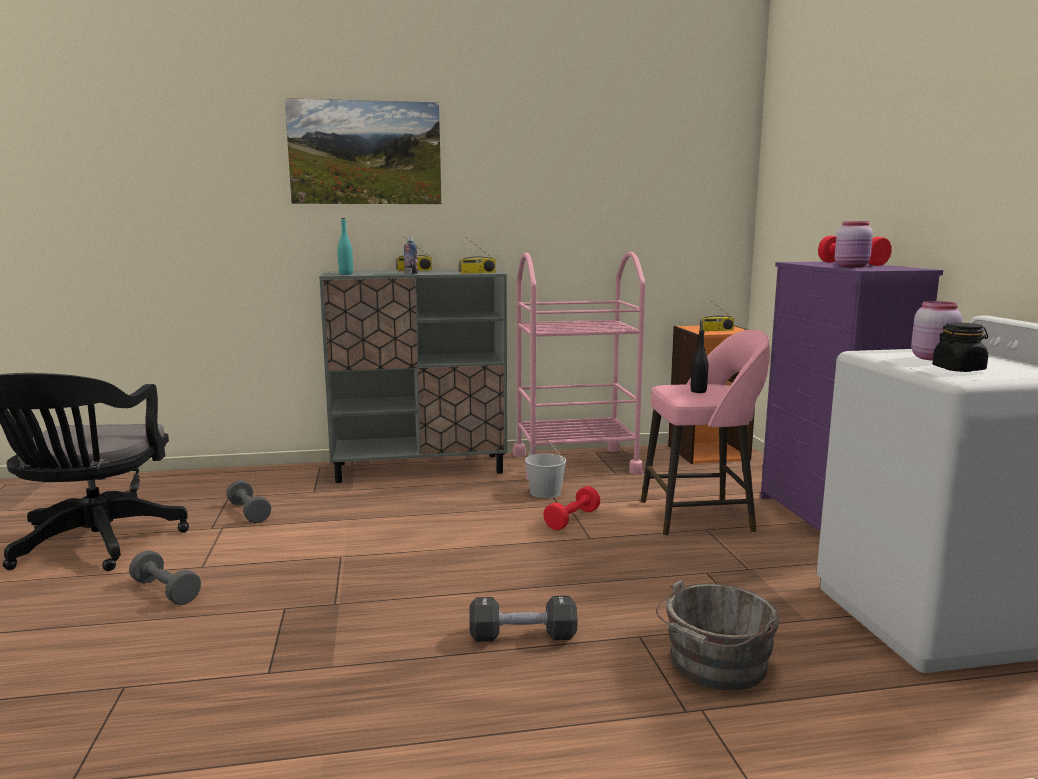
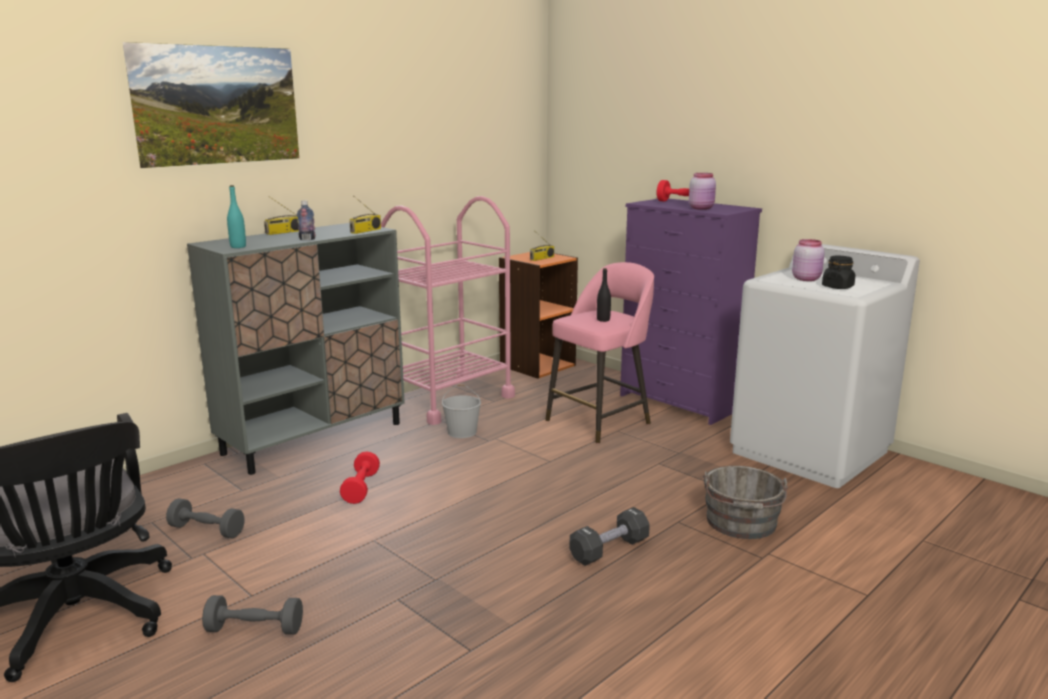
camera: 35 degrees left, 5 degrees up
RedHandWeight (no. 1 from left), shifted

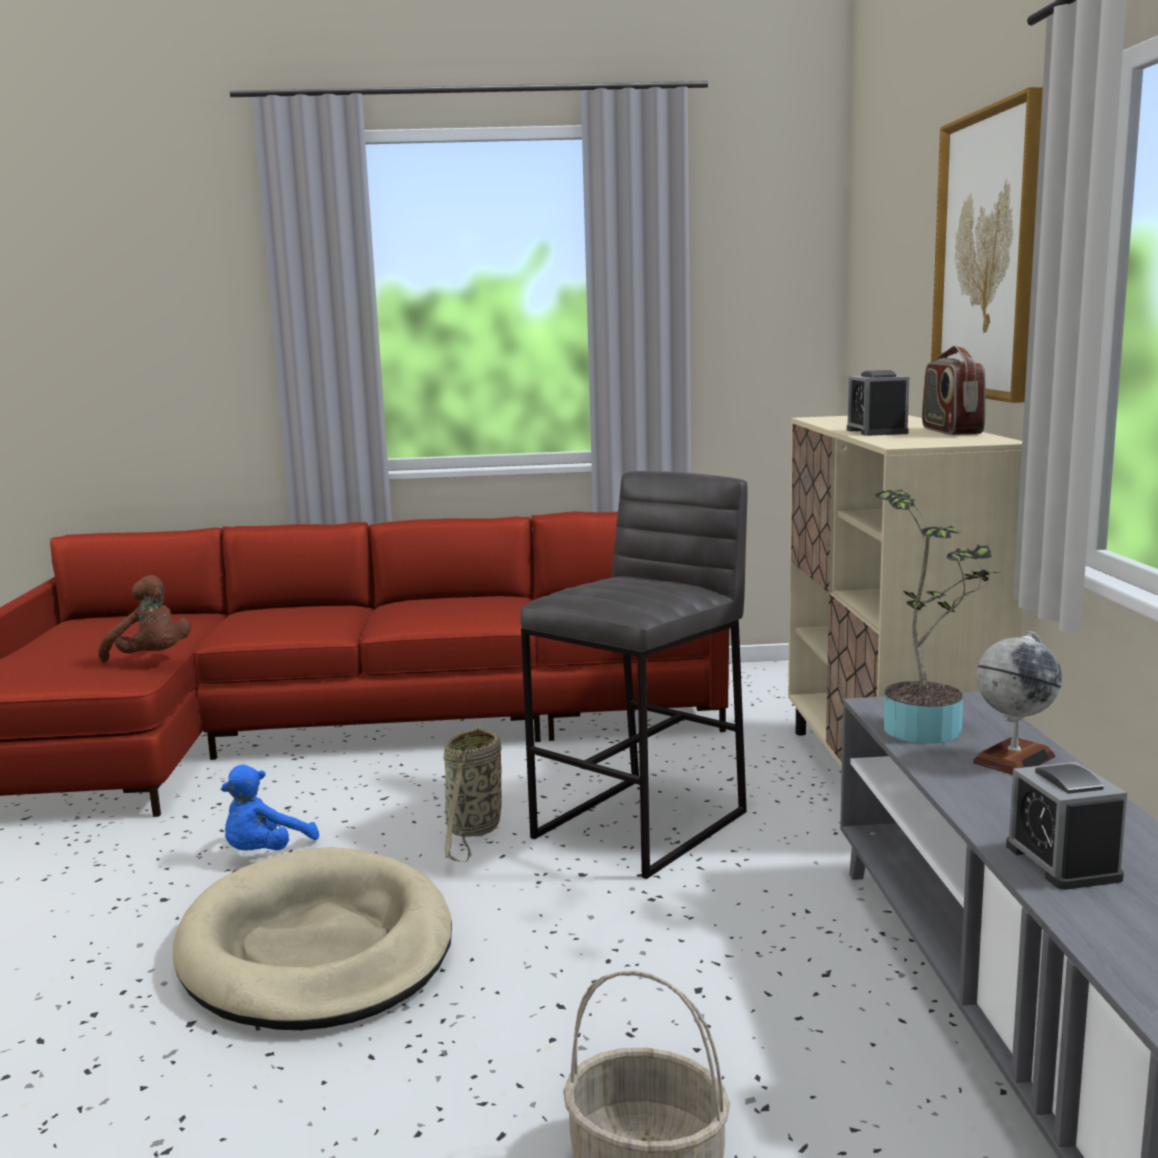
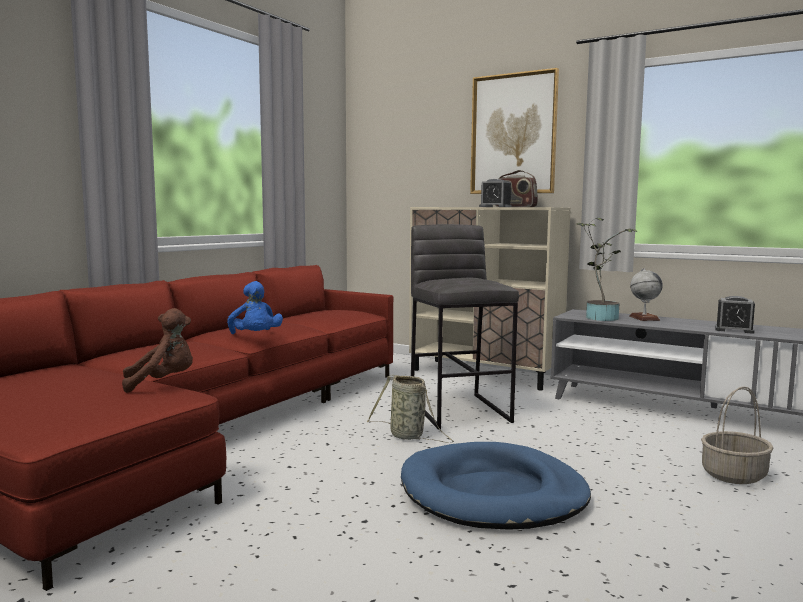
camera: 55 degrees left, 5 degrees down
BluishCuddlyToy, shifted
BeigeDogCushion -> BluishDogCushion

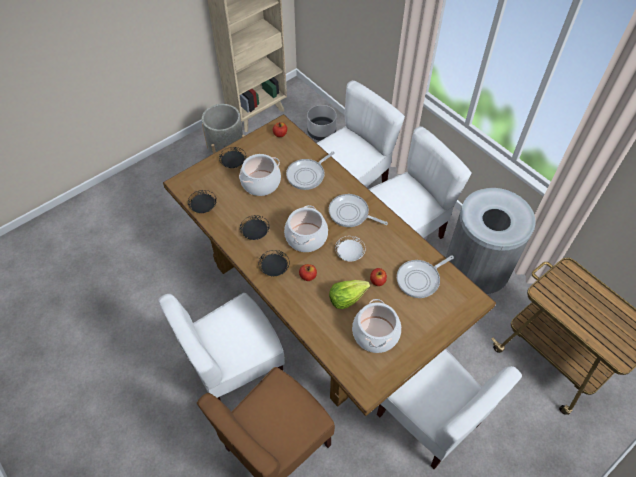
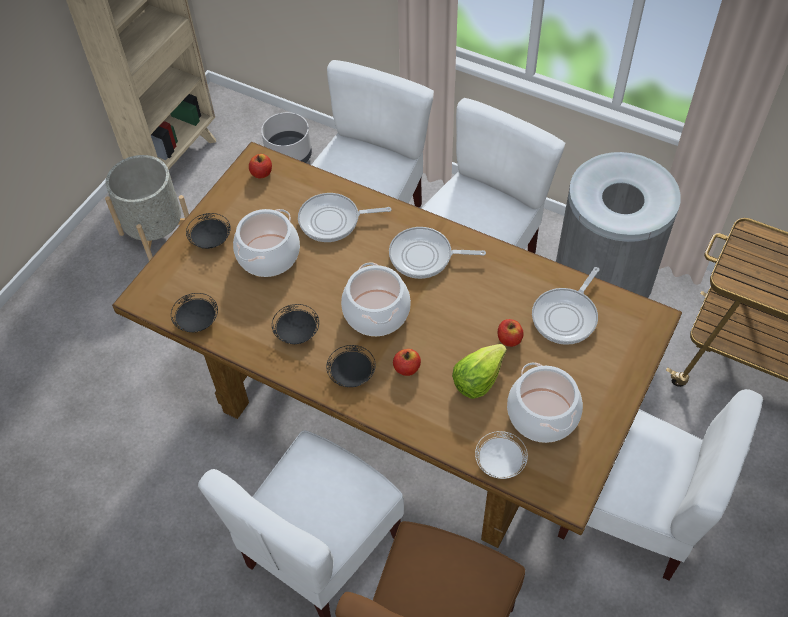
camera: 20 degrees left, 0 degrees up
FryingPan (no. 1 from left), 60 degrees clockwise
WhitishPlate, shifted

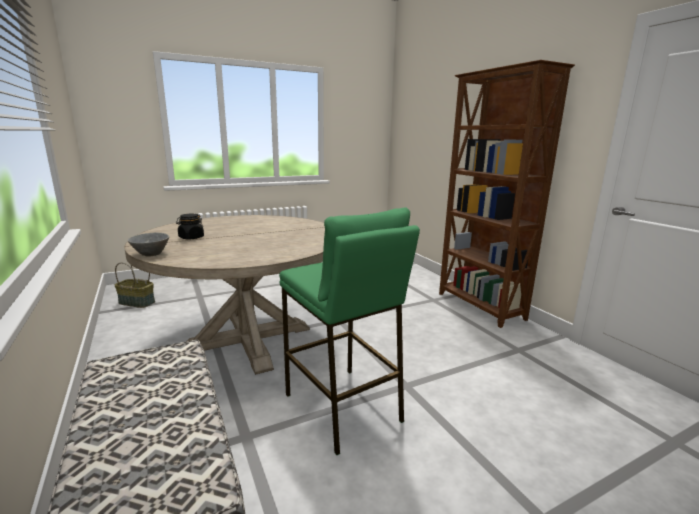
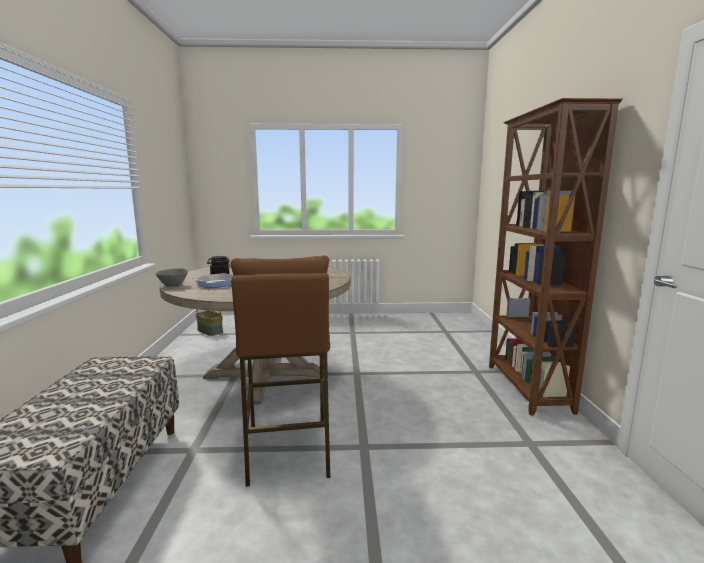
camera: 25 degrees right, 5 degrees down
GreenColouredStool -> BrownStool
none -> FryingPan

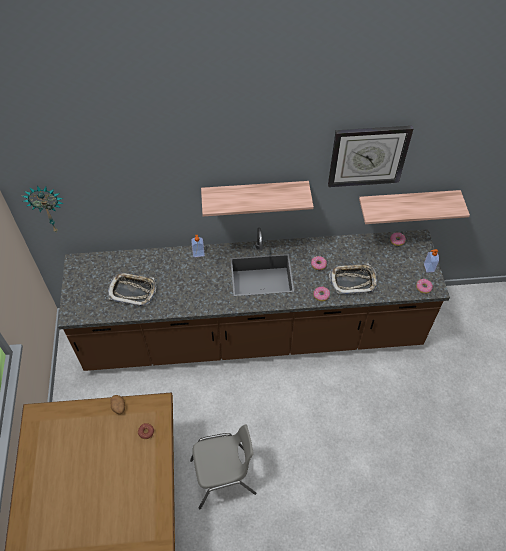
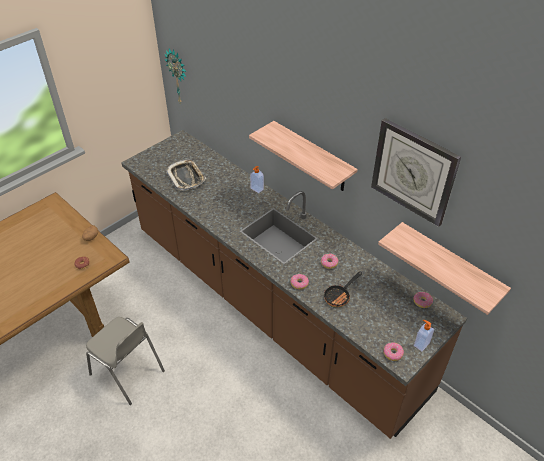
camera: 50 degrees right, 10 degrees down
Tray (no. 2 from left) -> FryingPan

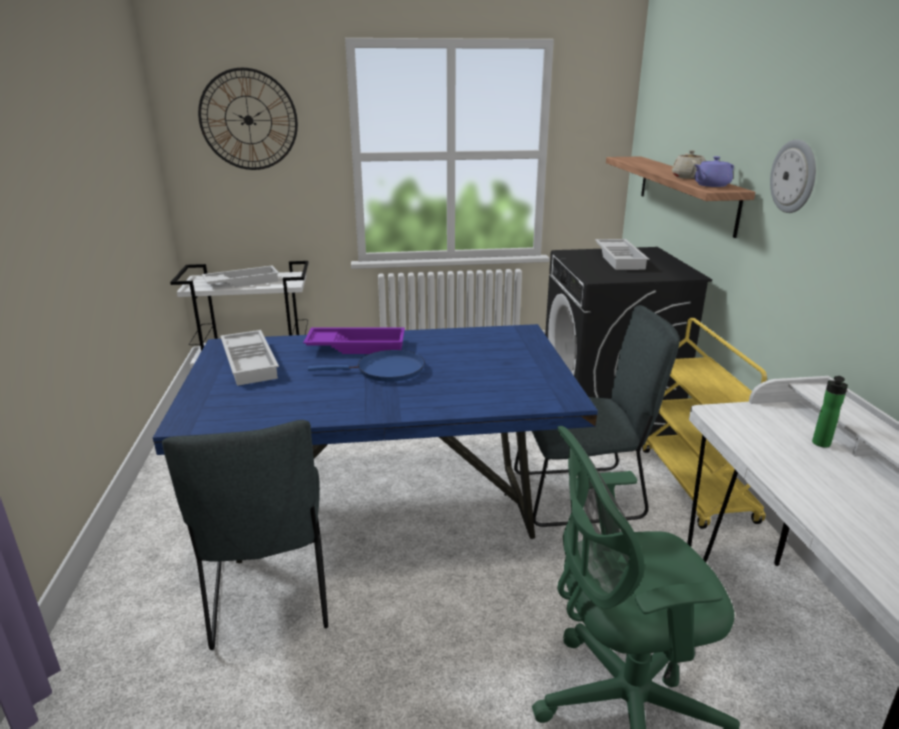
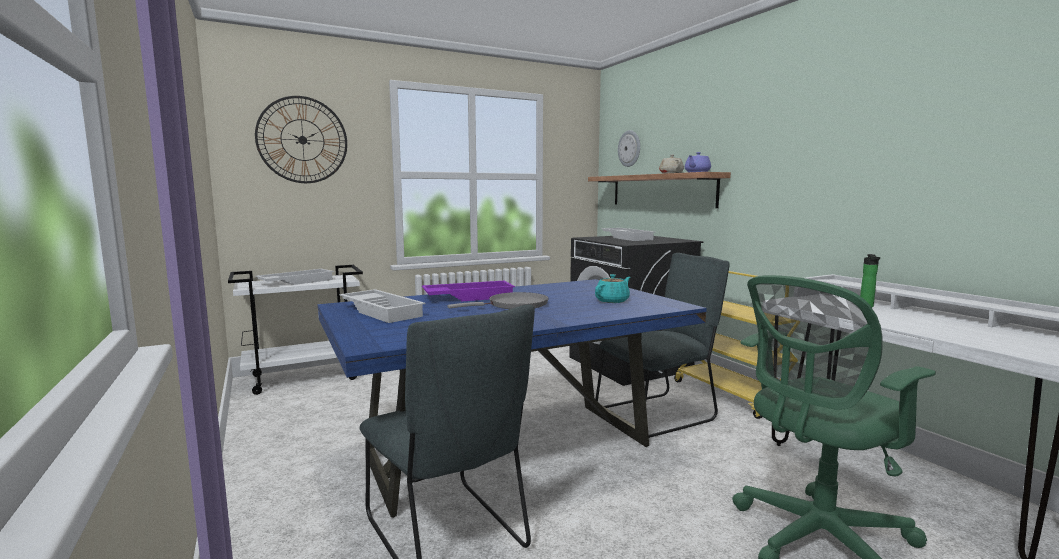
camera: 20 degrees left, 15 degrees down
ClockOnTheWall (no. 2 from left), shifted
BluishFryingPan -> GreyFryingPan
none -> TurquoiseColouredPotForTea

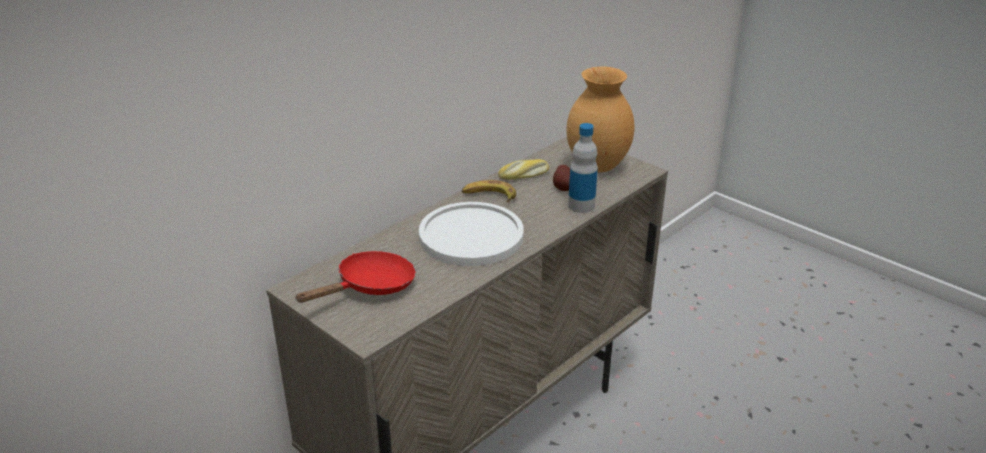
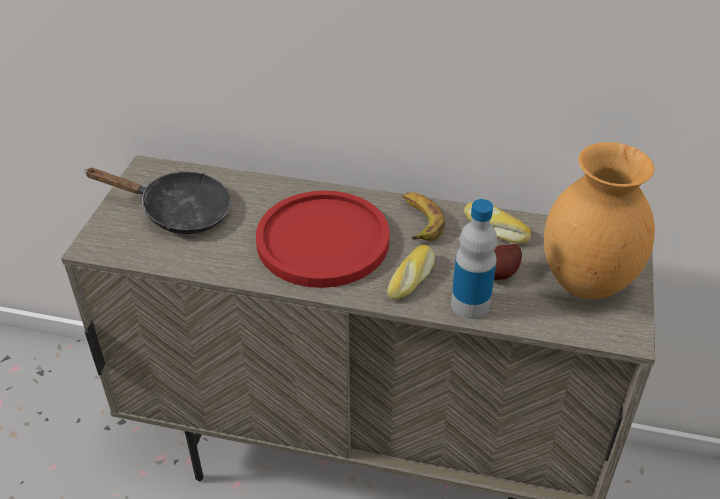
camera: 60 degrees right, 10 degrees up
WhitishPlate -> RedPlate
RedFryingPan -> BlackFryingPan
none -> BakeryBread (no. 1 from left)

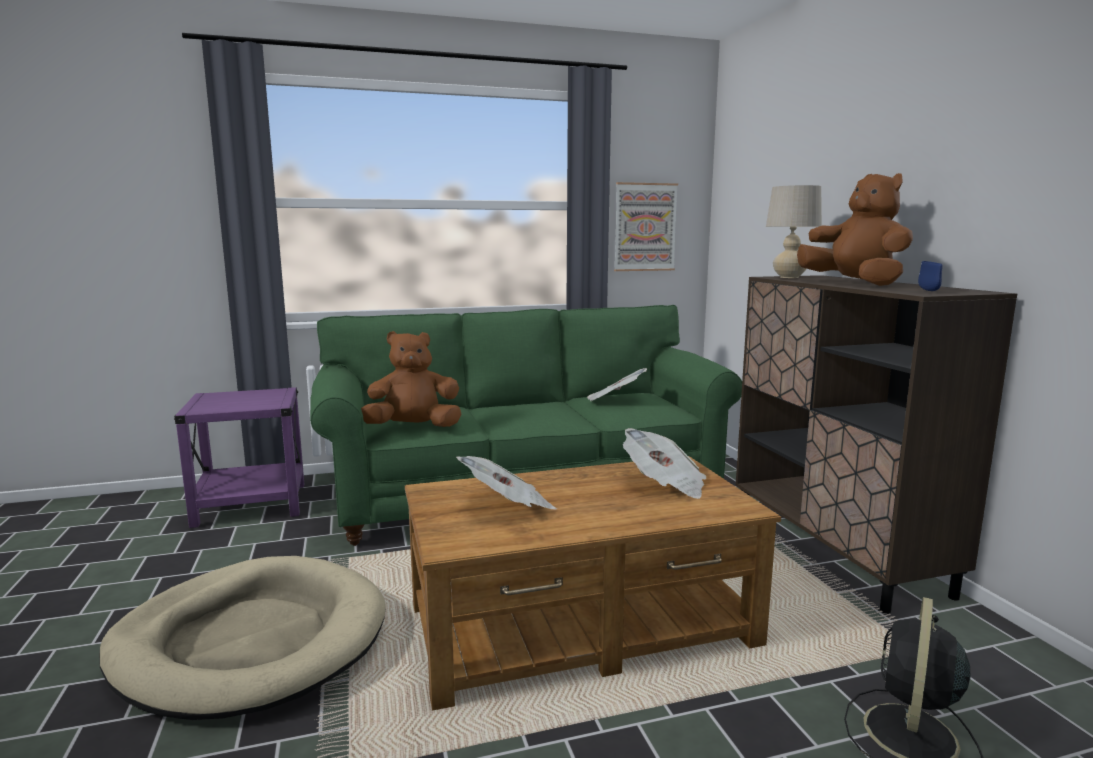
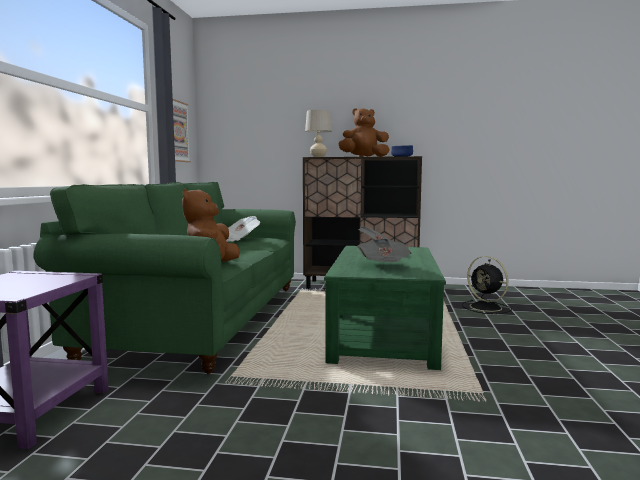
camera: 65 degrees left, 5 degrees down
BrownLowTable -> GreenColouredLowTable
BeigeDogCushion -> none

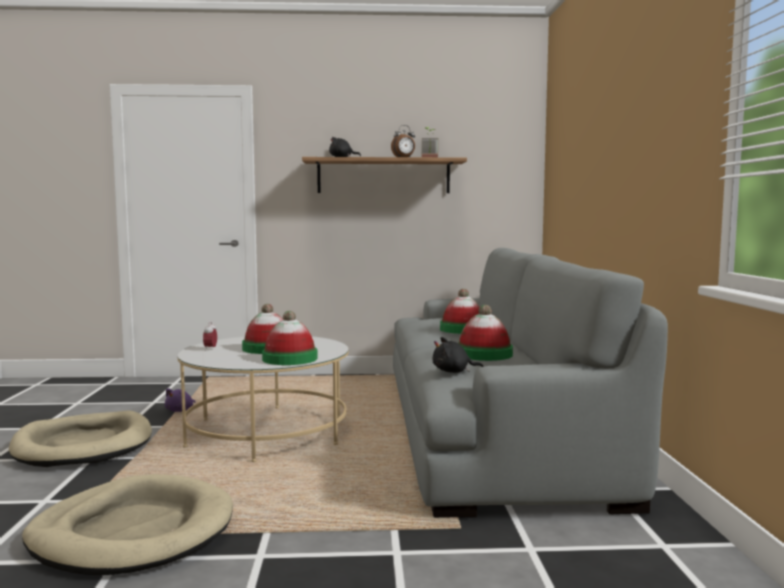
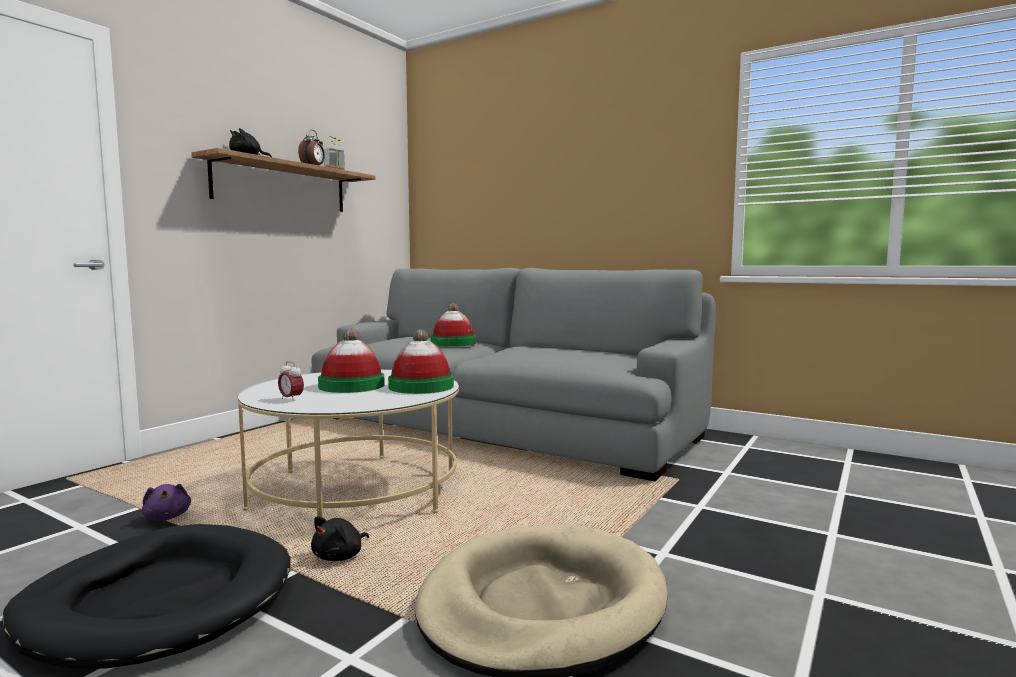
camera: 55 degrees left, 0 degrees up
WearableHat (no. 4 from left) -> none
BlackCuddlyToy (no. 2 from left), shifted
BeigeDogCushion (no. 1 from left) -> BlackDogCushion

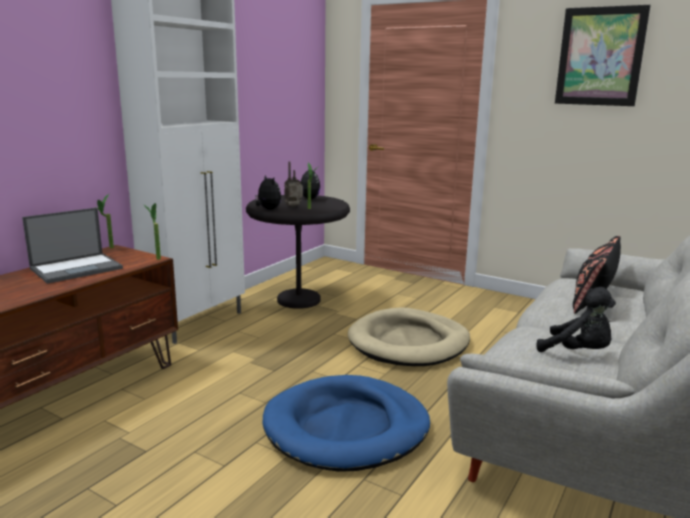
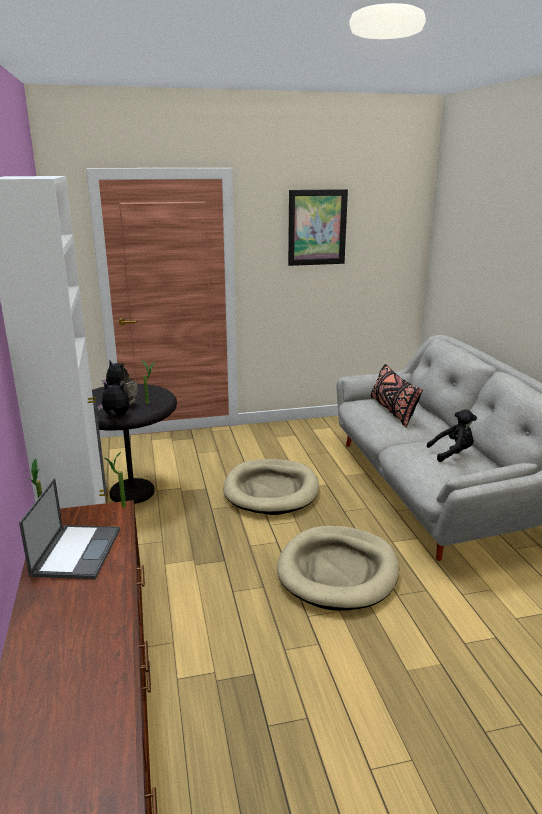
camera: 45 degrees left, 5 degrees up
BluishDogCushion -> BeigeDogCushion (no. 2 from left)

